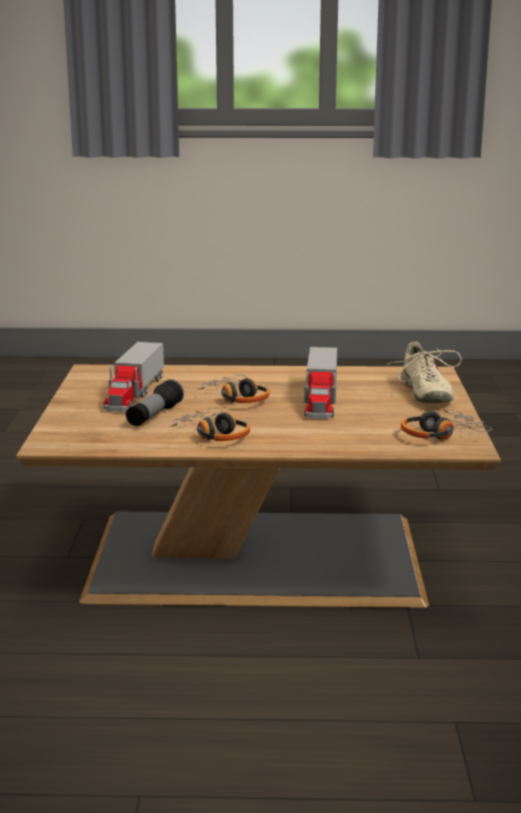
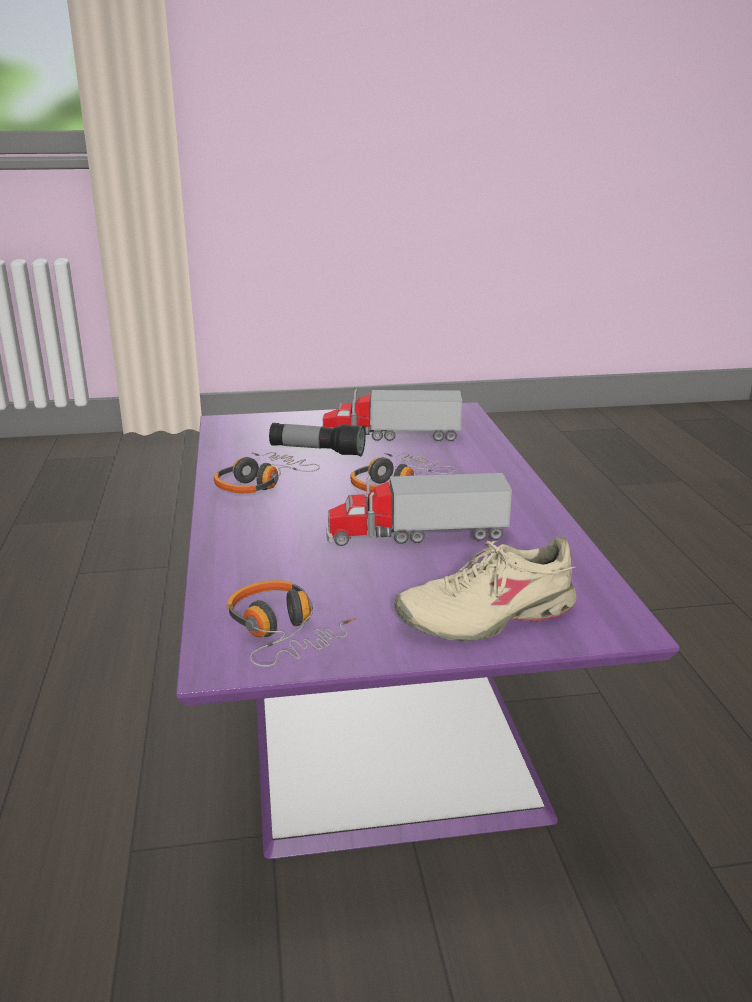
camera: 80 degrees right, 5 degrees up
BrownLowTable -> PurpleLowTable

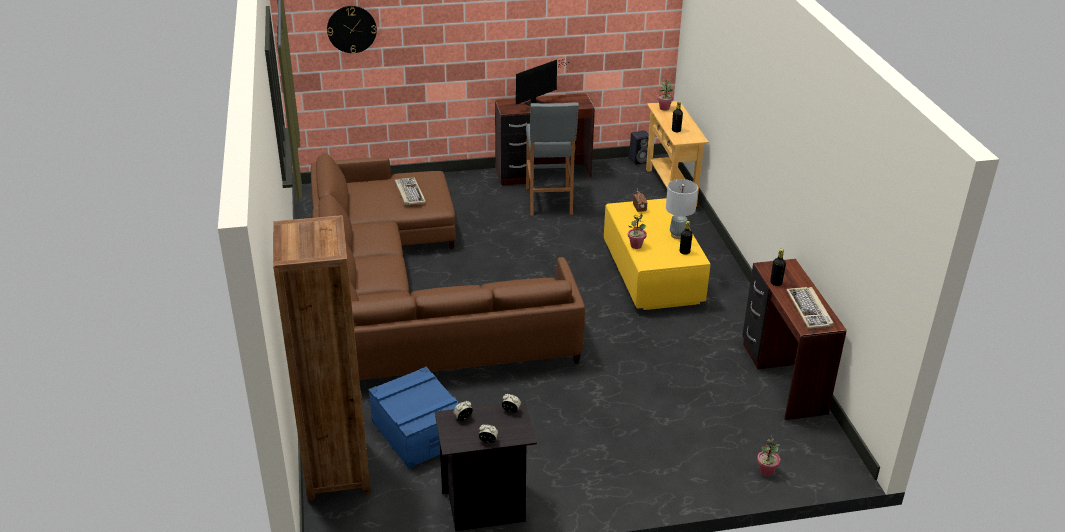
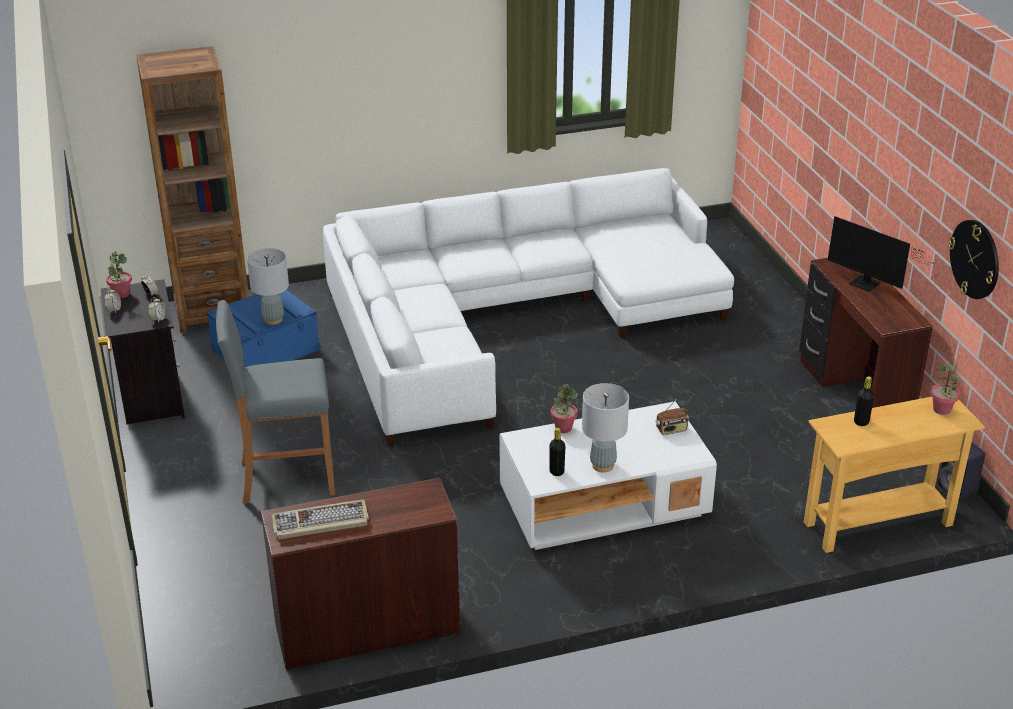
camera: 85 degrees right, 0 degrees up
ClockOnTheWall, shifted
GreyStool, shifted
BrownCouch -> WhitishCouch
PcKeyboard (no. 1 from left) -> none
YellowishLowTable -> WhitishLowTable
BlackBottle (no. 3 from left) -> none
PlantInAPot (no. 3 from left in the first image) -> PlantInAPot (no. 1 from left), shifted
none -> GreyLampForATable (no. 1 from left)

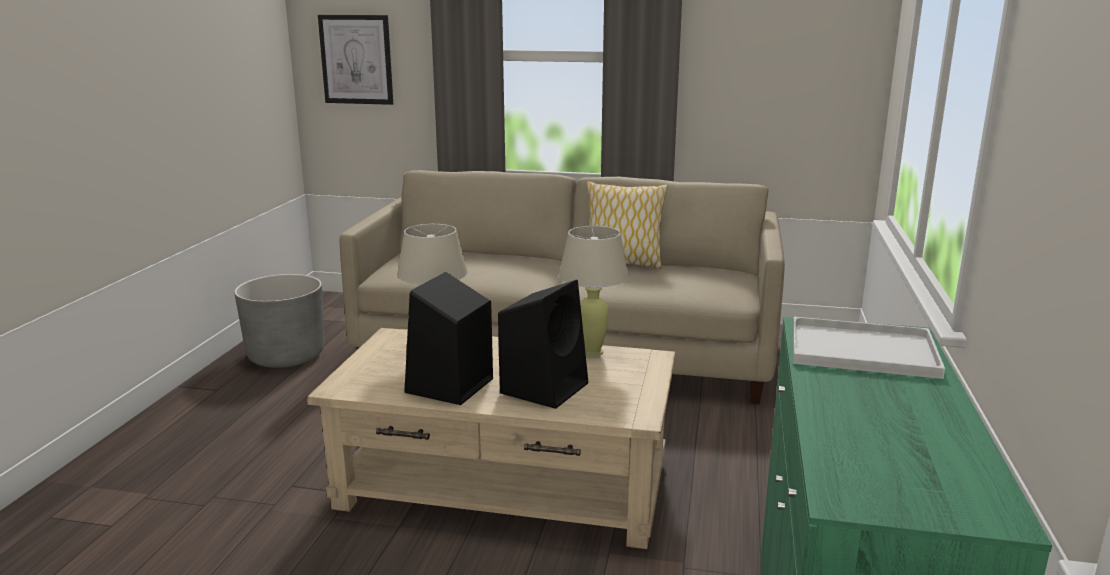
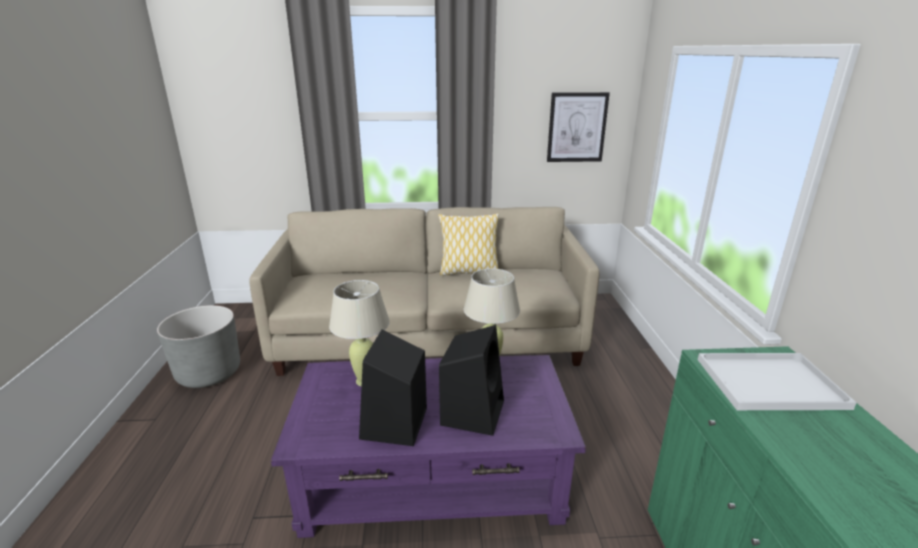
camera: 15 degrees left, 5 degrees up
WallArt, shifted
BeigeLowTable -> PurpleLowTable

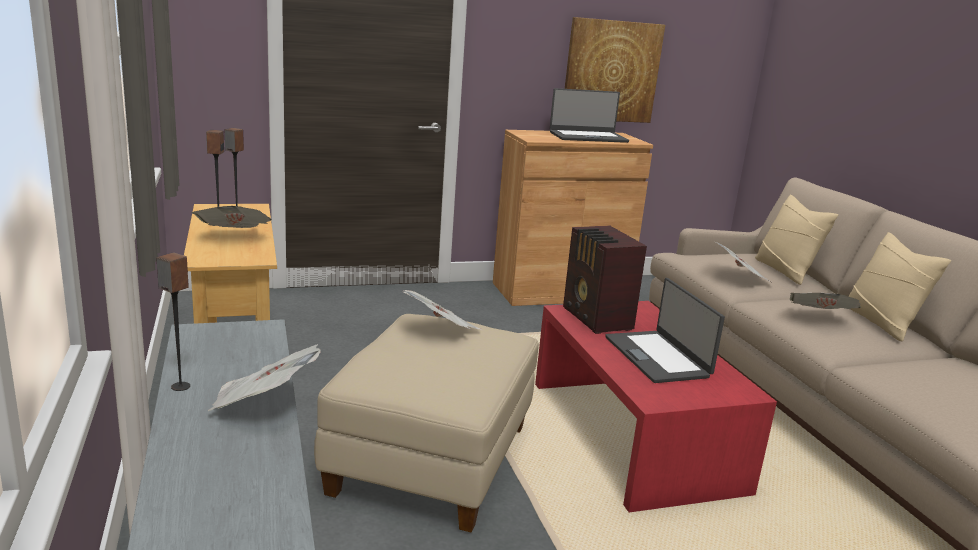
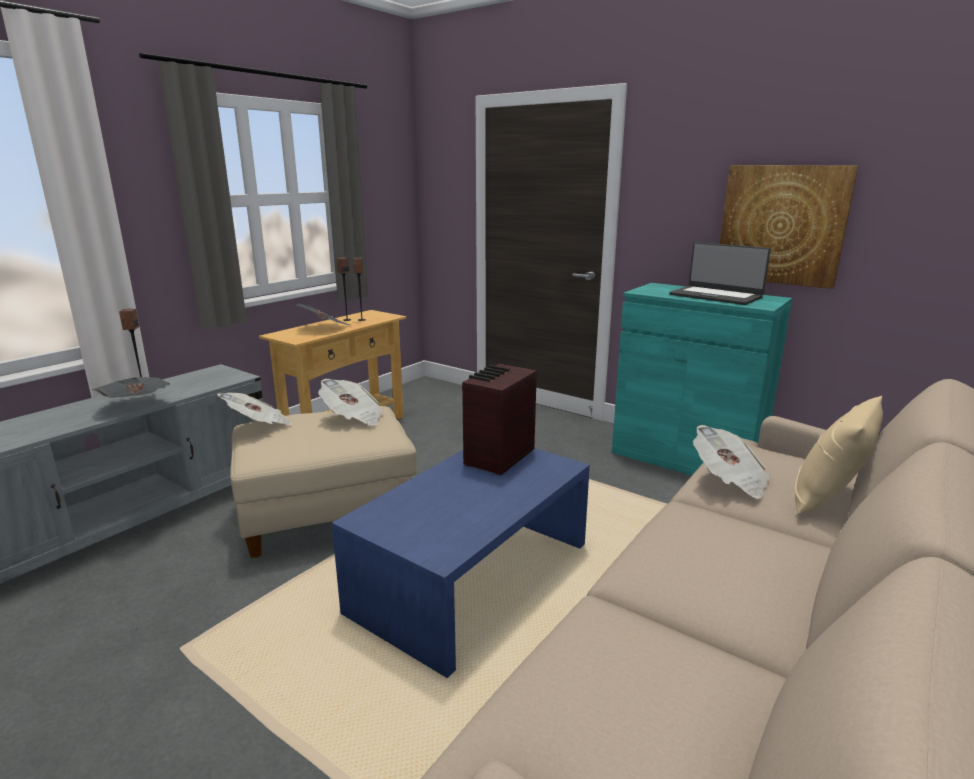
camera: 55 degrees right, 0 degrees up
BrownCupboard -> TurquoiseColouredCupboard
BeigePillow (no. 2 from left) -> none
Laptop (no. 2 from left) -> none
PrintedPaper (no. 5 from left in the first image) -> PrintedPaper (no. 2 from left), shifted
RedLowTable -> BluishLowTable

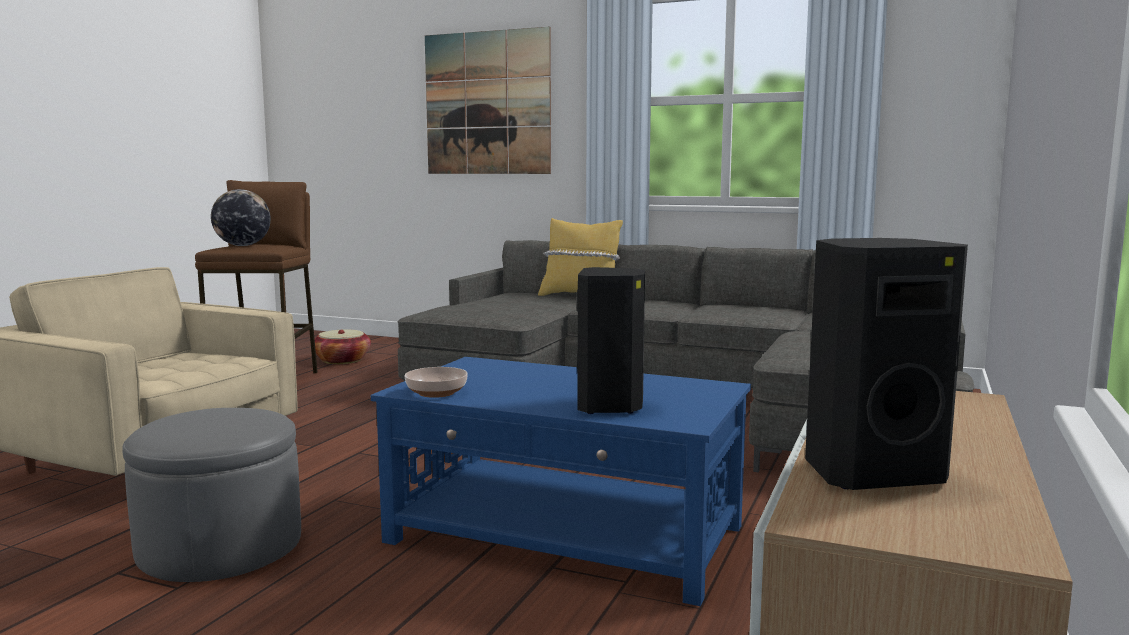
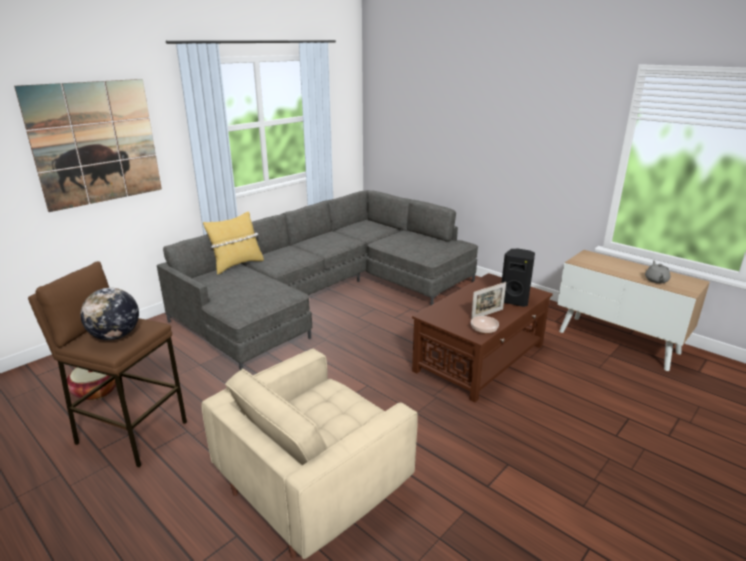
camera: 70 degrees left, 15 degrees up
BlackAudioSpeaker (no. 2 from left) -> GreyPotForTea
BluishLowTable -> BrownLowTable
GreyOttoman -> none
none -> PhotoFrame

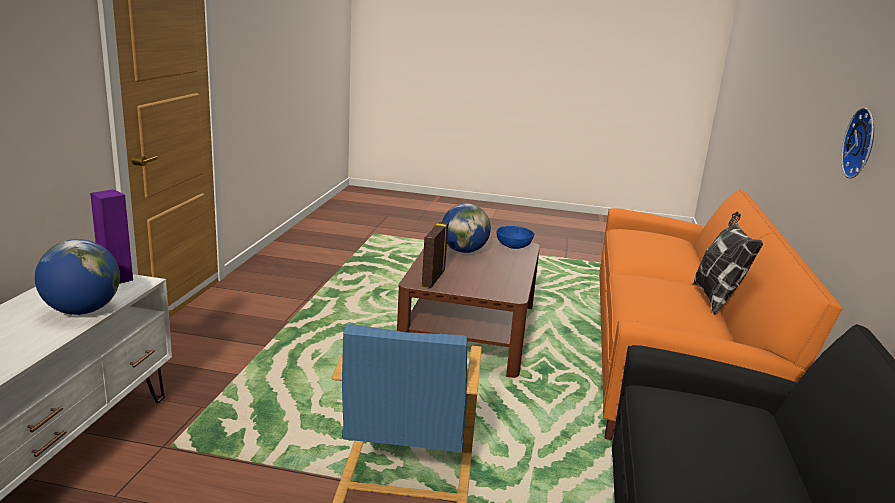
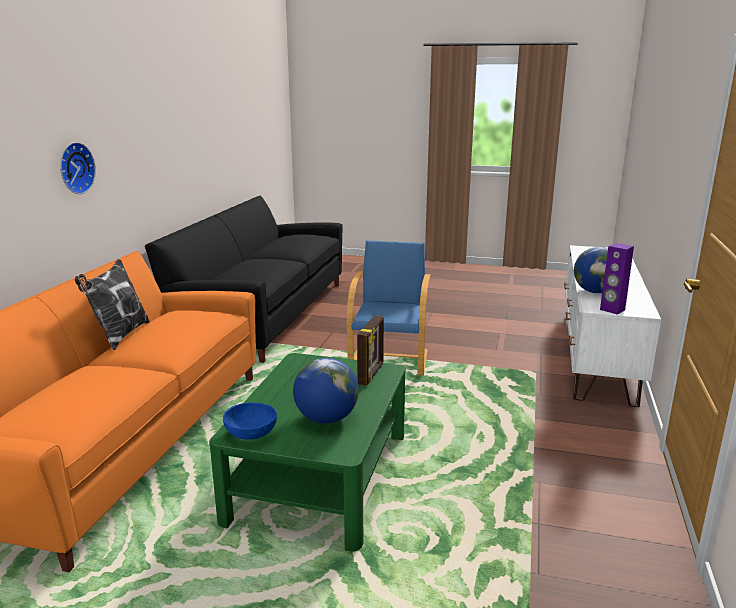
camera: 175 degrees left, 0 degrees up
BrownLowTable -> GreenColouredLowTable

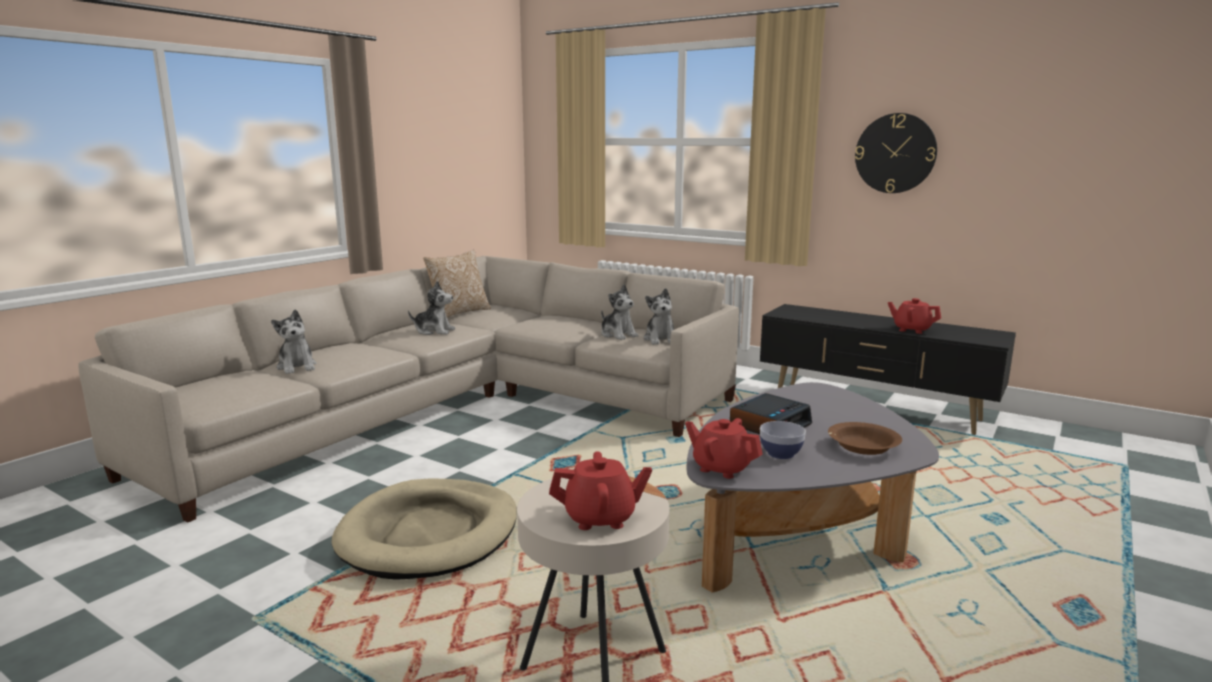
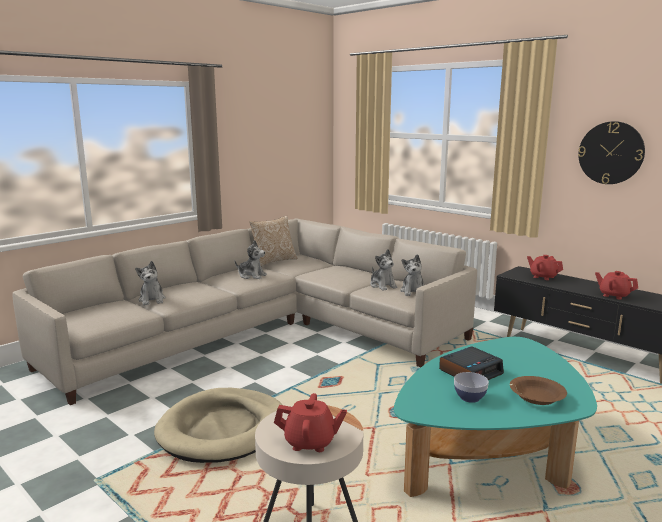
camera: 10 degrees right, 0 degrees up
GreyLowTable -> TurquoiseColouredLowTable
RedPotForTea (no. 2 from left), shifted

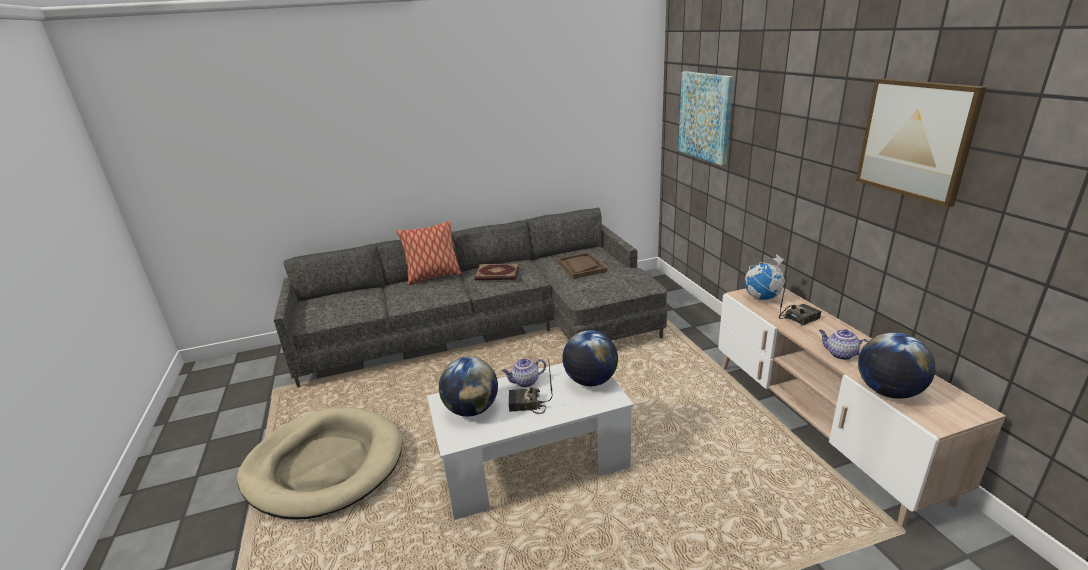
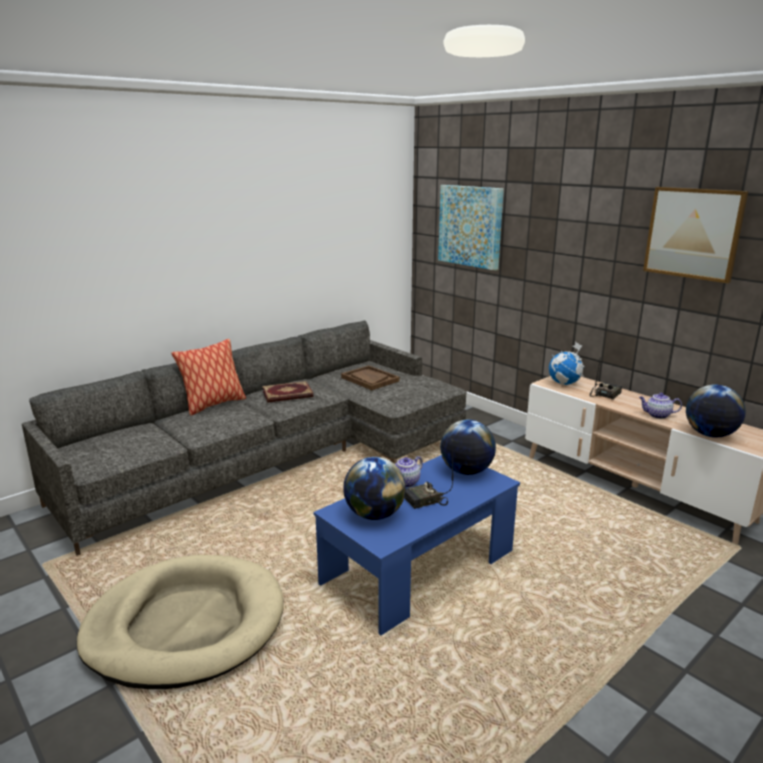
camera: 25 degrees left, 5 degrees down
WhitishLowTable -> BluishLowTable

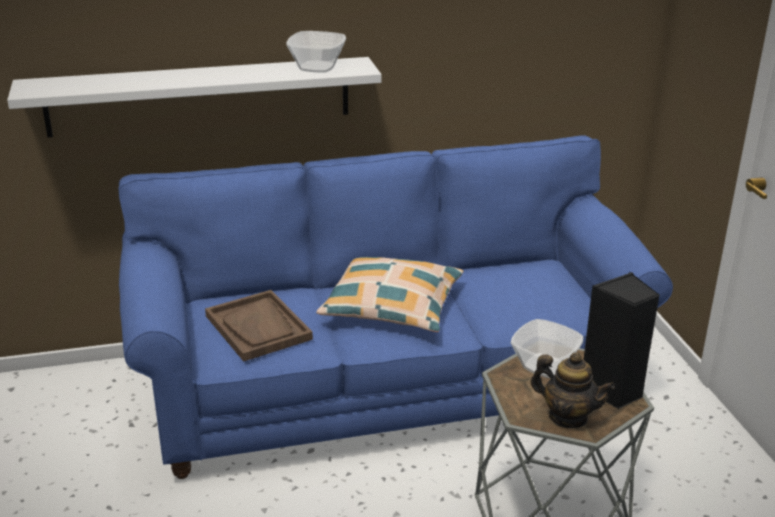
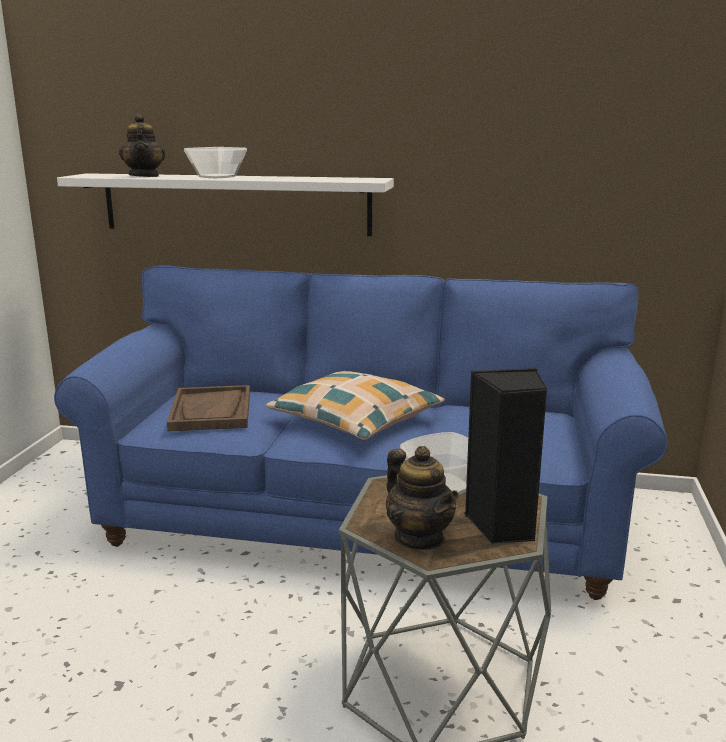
camera: 25 degrees right, 10 degrees down
DeepDish (no. 1 from left), shifted
none -> PotForTea (no. 1 from left)

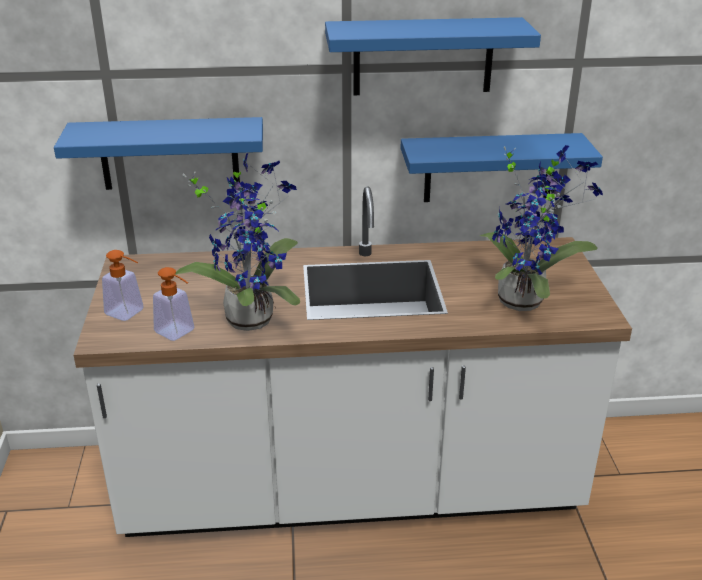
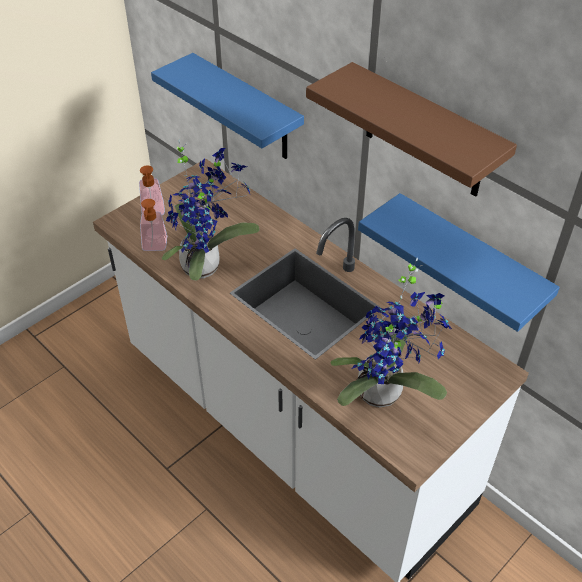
camera: 50 degrees right, 15 degrees up
BluishWallShelf (no. 2 from left) -> BrownWallShelf

